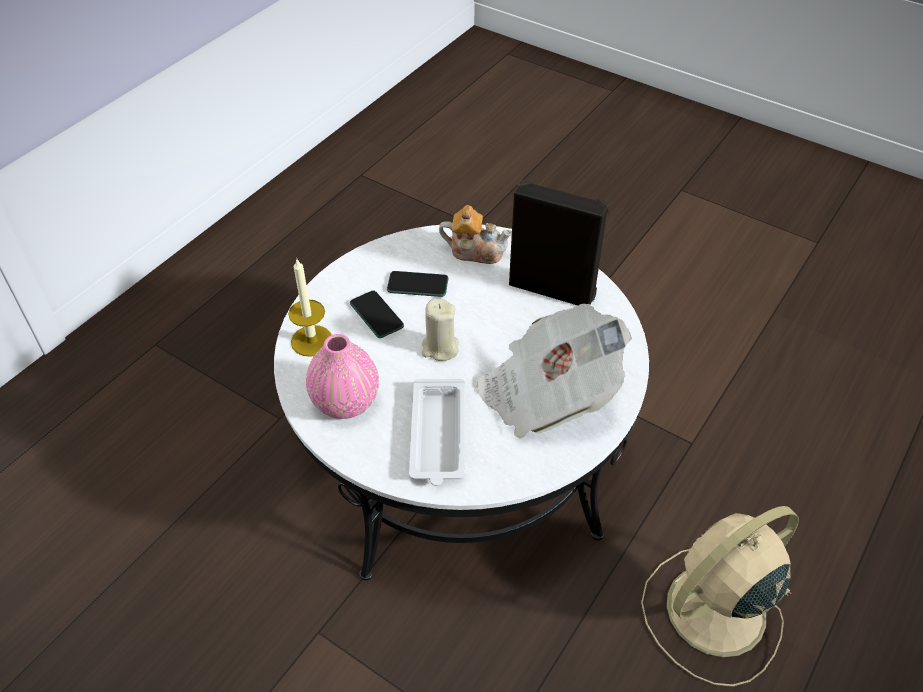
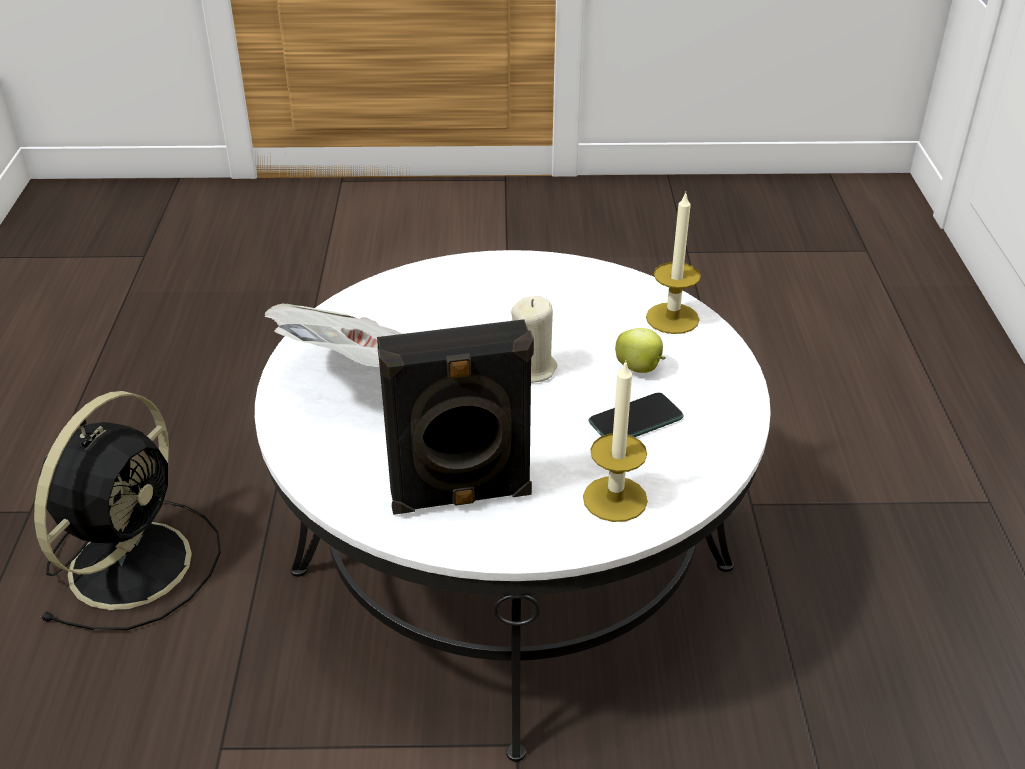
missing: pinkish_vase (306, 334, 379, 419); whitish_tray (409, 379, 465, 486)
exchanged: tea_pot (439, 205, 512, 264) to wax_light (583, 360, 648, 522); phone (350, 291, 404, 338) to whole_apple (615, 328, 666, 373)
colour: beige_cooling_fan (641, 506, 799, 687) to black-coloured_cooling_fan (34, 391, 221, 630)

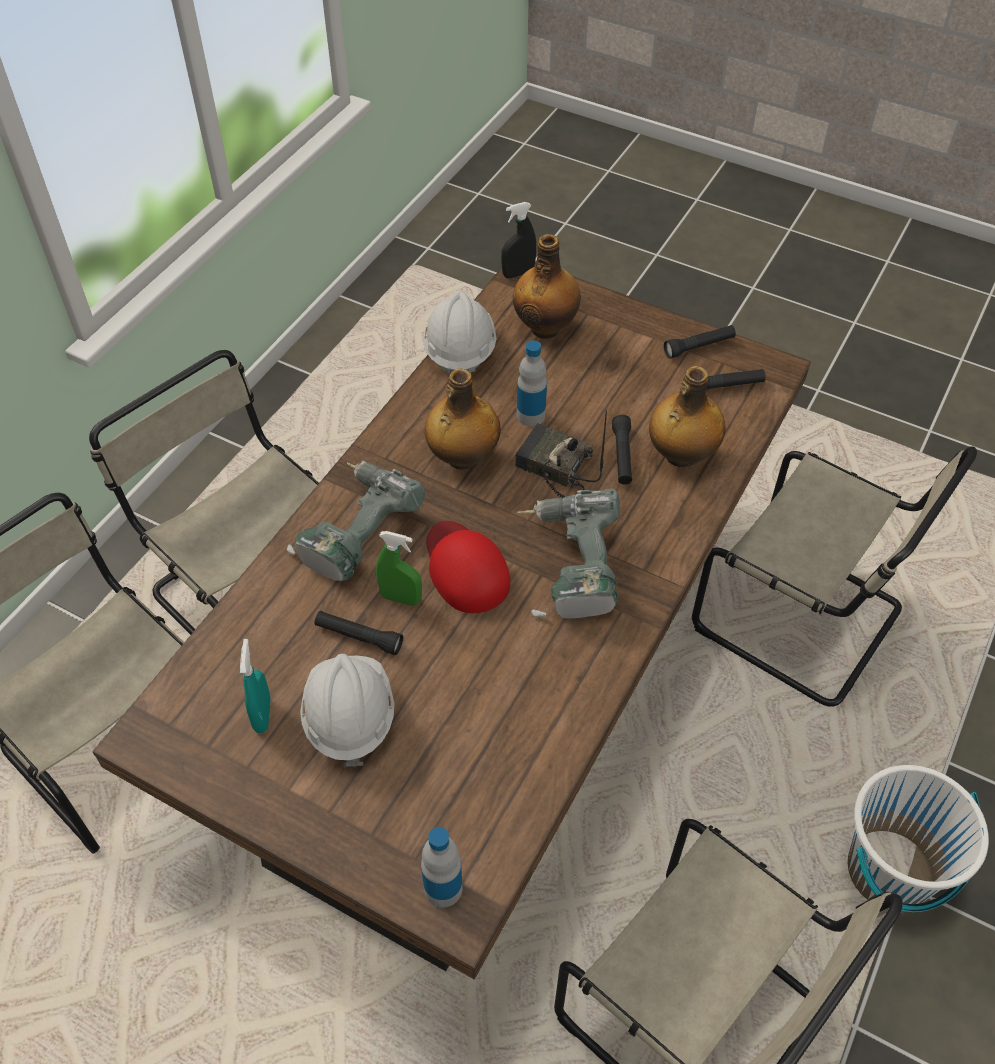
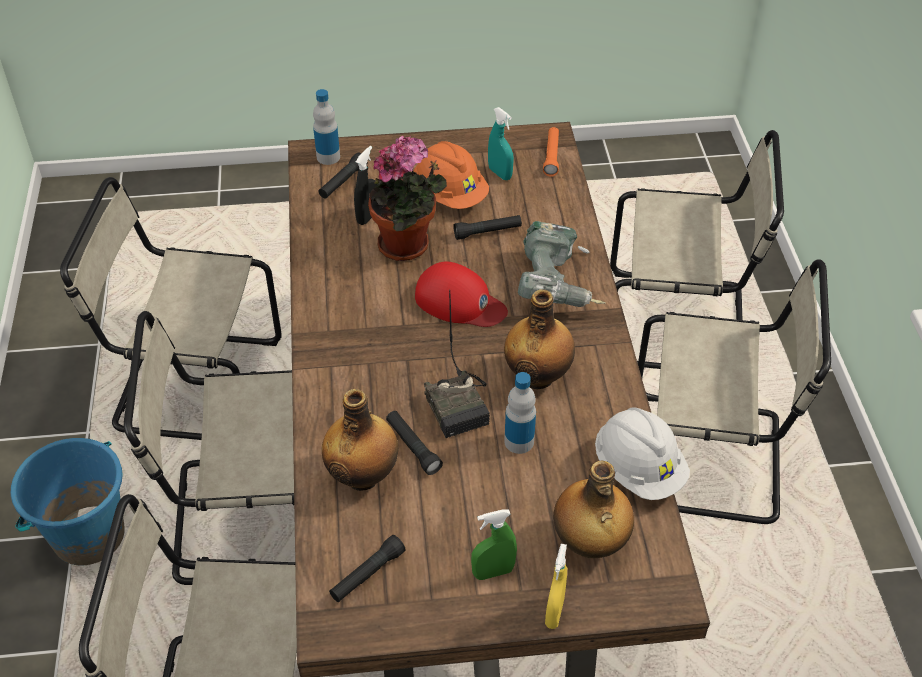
missing: electric_drill (517, 489, 620, 618)
appeared: beige_chair (124, 311, 294, 585); houseplant (368, 135, 447, 261); orangey_flashlight (543, 127, 559, 177); yellowish_spray_bottle (545, 544, 567, 629)
relocated: black-coloured_flashlight (664, 325, 736, 359) to (318, 153, 367, 198); black-coloured_spray_bottle (501, 202, 536, 278) to (354, 146, 377, 225); greenish_spray_bottle (376, 531, 422, 606) to (471, 509, 517, 580)
colour: whitish_pail (848, 765, 989, 912) to blue_pail (11, 438, 125, 566); whitish_safety_helmet (300, 654, 395, 767) to orangey_safety_helmet (413, 141, 489, 209)
spun: radio_receiver (515, 410, 607, 498) = (424, 290, 490, 438) 75 degrees clockwise

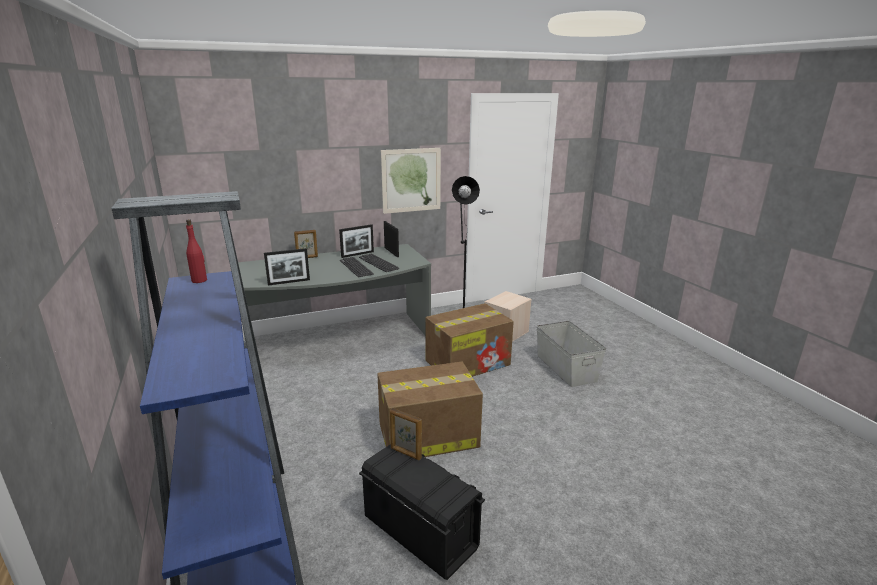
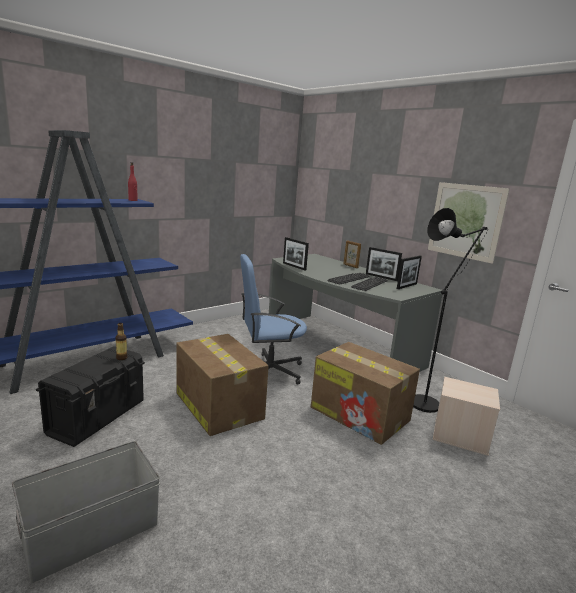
appeared: blue_computer_chair (240, 254, 307, 385)
relocated: gray_storage_box (536, 321, 606, 387) to (12, 441, 160, 583)
exchanged: photo_frame (390, 408, 422, 460) to drink_bottle (115, 323, 128, 360)

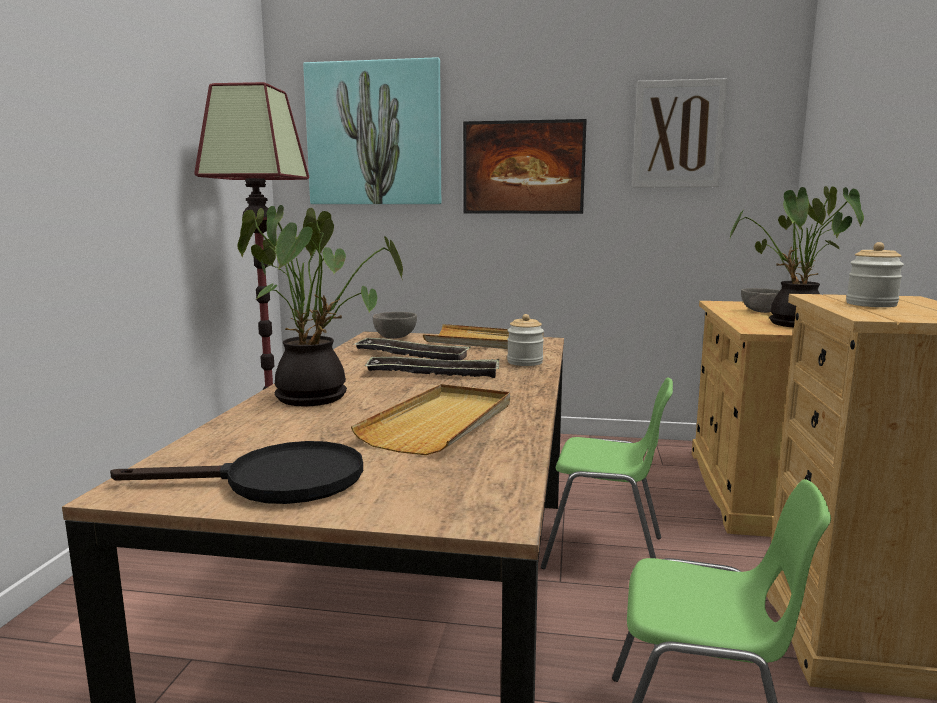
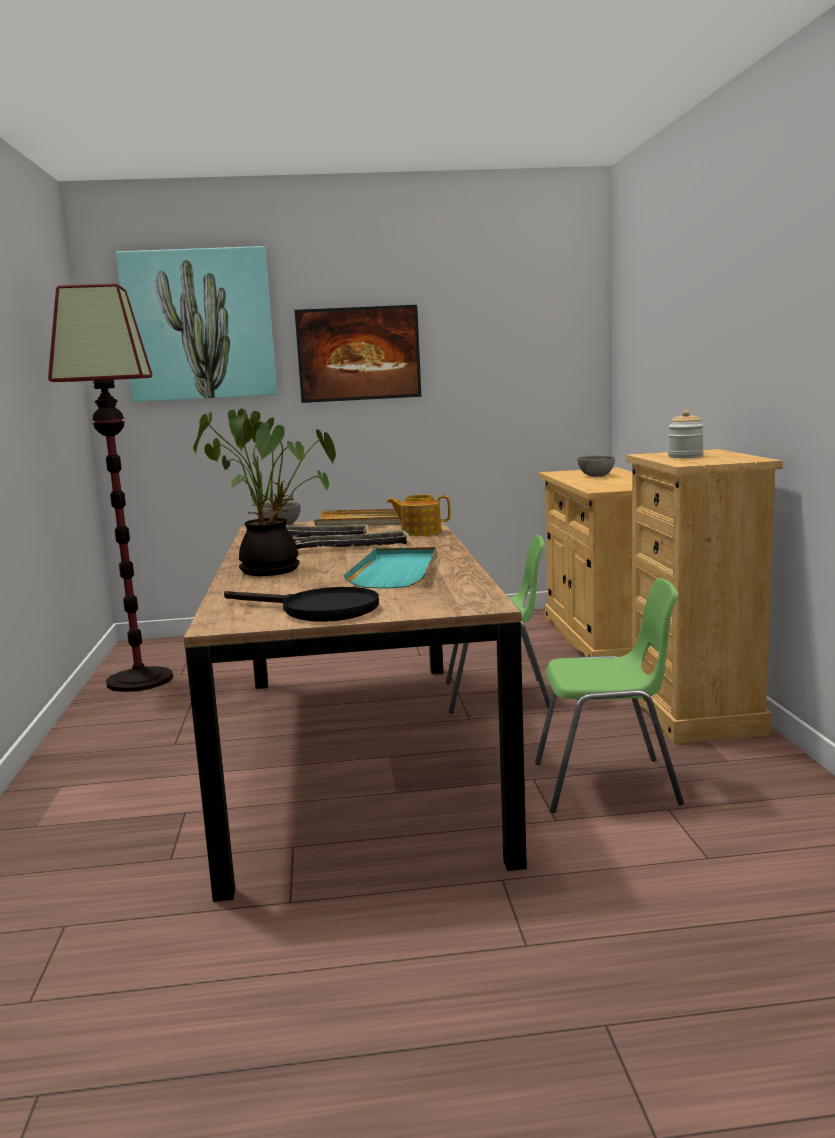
missing: picture (632, 78, 728, 187); houseplant (728, 186, 864, 328)
exchanged: jar (507, 314, 544, 366) to tea_pot (387, 495, 451, 536)
colour: beige_tray (351, 384, 510, 455) to turquoise_tray (344, 547, 437, 589)
spun: black-coloured_skillet (110, 441, 363, 504) = (224, 587, 379, 622) 45 degrees clockwise

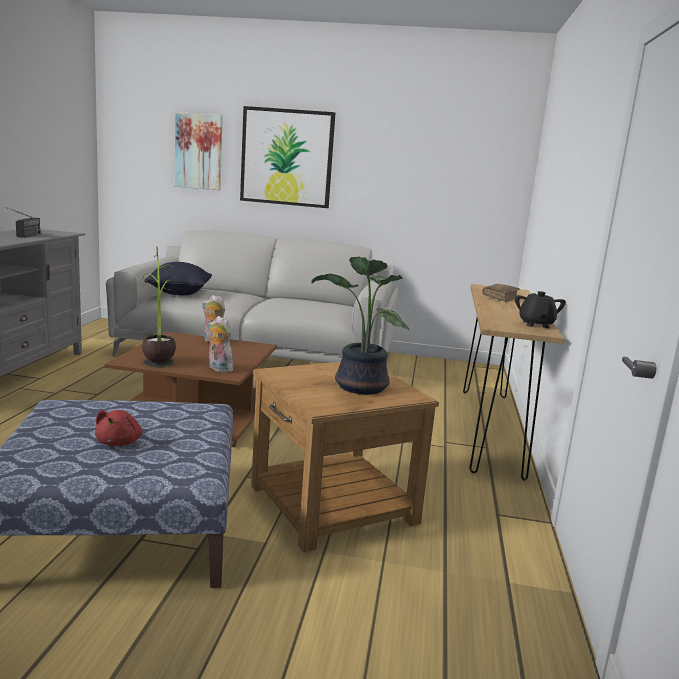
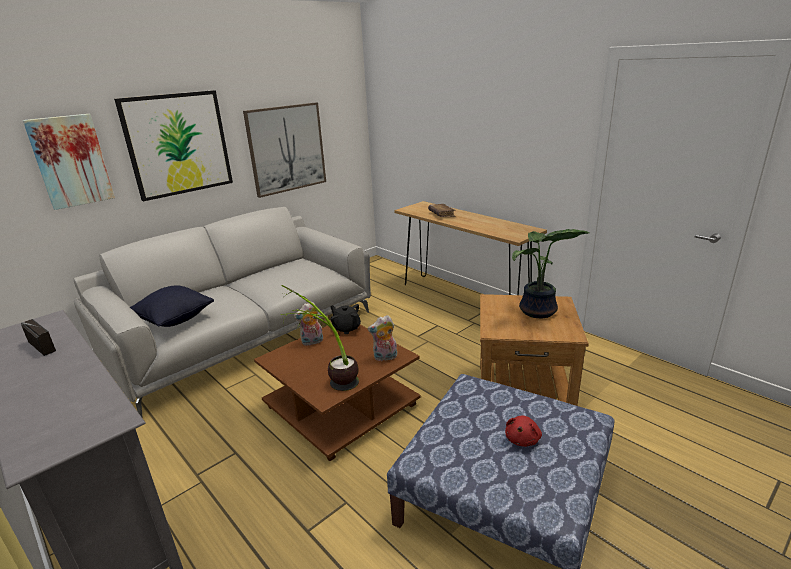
appeared: picture (243, 102, 326, 198)
relocated: black-coloured_tea_pot (515, 291, 566, 328) to (330, 304, 361, 334)
spun: reddish_plush_toy (95, 410, 142, 446) = (505, 416, 542, 447) 75 degrees clockwise

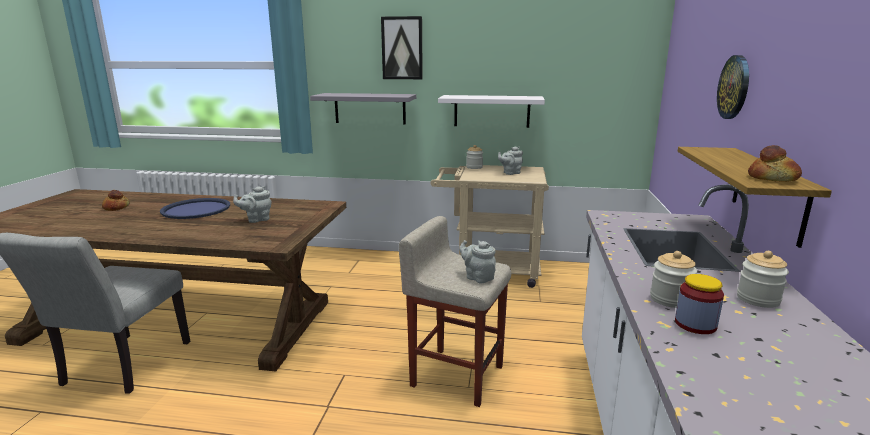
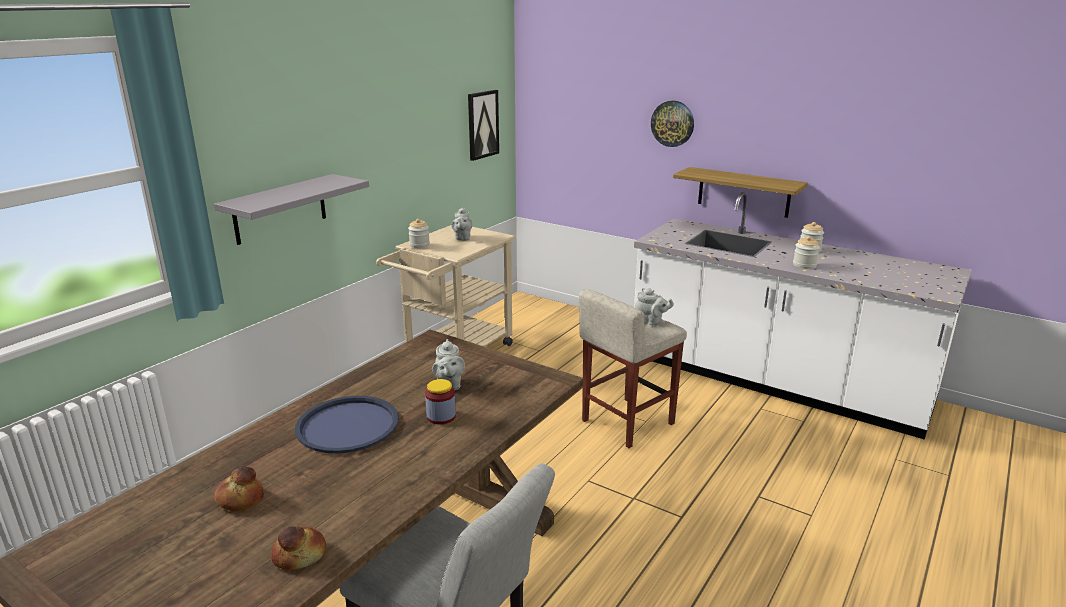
missing: whitish_shelf (438, 95, 545, 128)
relocated: bakery_bread (748, 145, 802, 182) to (271, 526, 326, 570); jar (675, 274, 724, 334) to (425, 379, 456, 424); picture (381, 16, 423, 79) to (468, 90, 499, 161)
spun: gray_tea_pot (459, 240, 496, 283) = (635, 288, 674, 326) 135 degrees counterclockwise

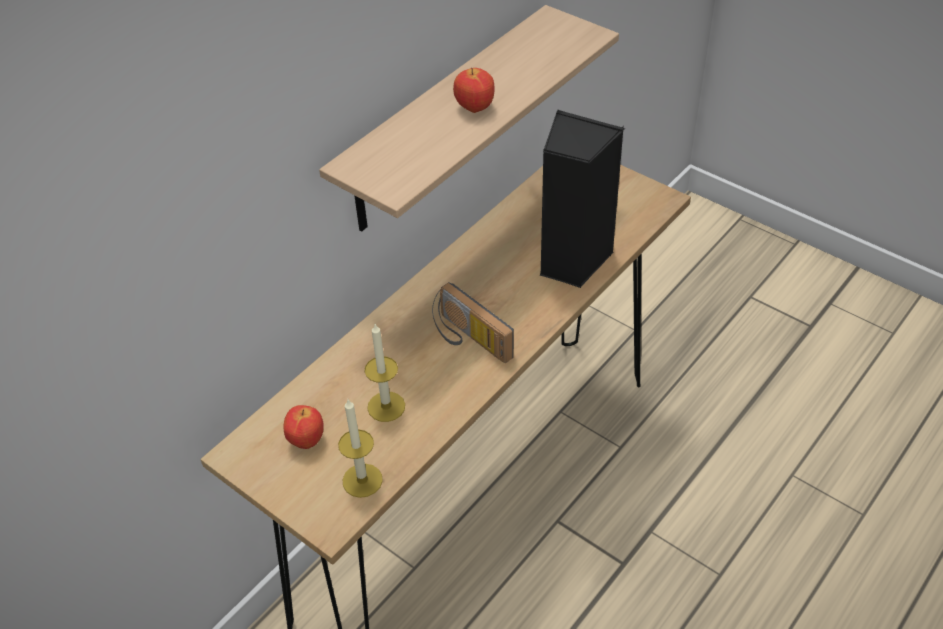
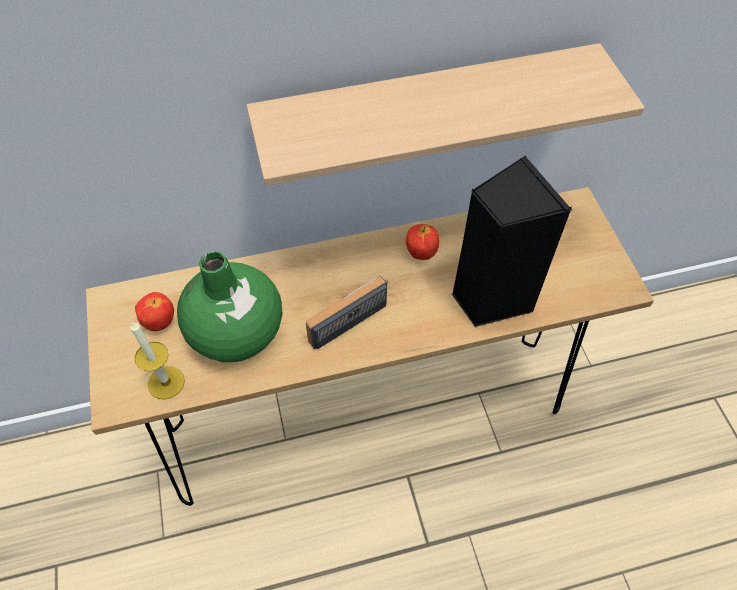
relocated: whole_apple (453, 68, 494, 113) to (406, 224, 439, 260)
exchanged: wax_light (364, 324, 405, 422) to greenish_vase (177, 251, 282, 362)
spun: radio_receiver (432, 282, 514, 363) = (306, 276, 388, 349) 60 degrees clockwise

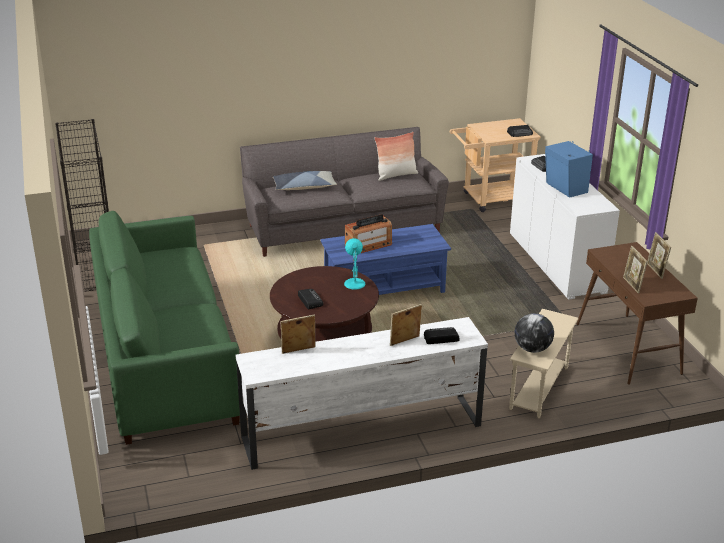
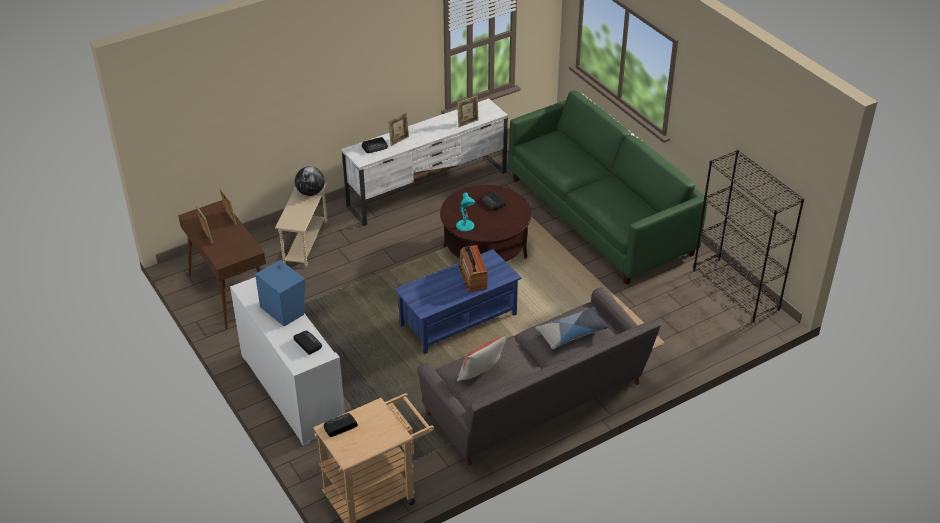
spun: radio_receiver (345, 214, 392, 253) = (459, 245, 487, 292) 60 degrees counterclockwise

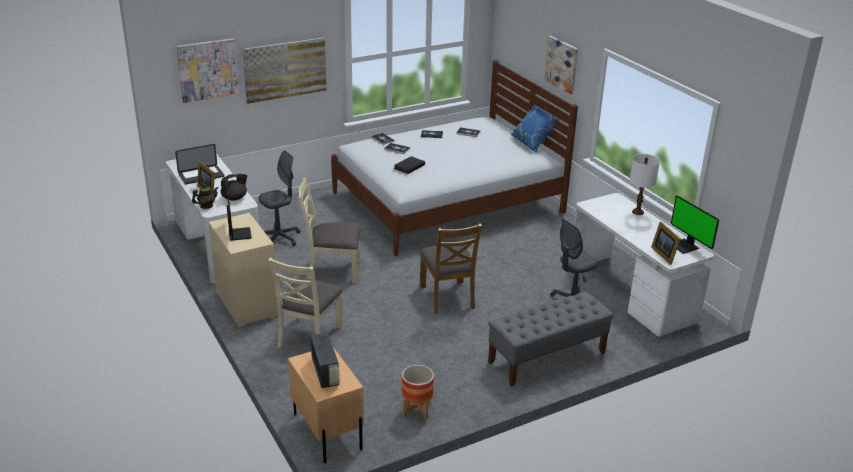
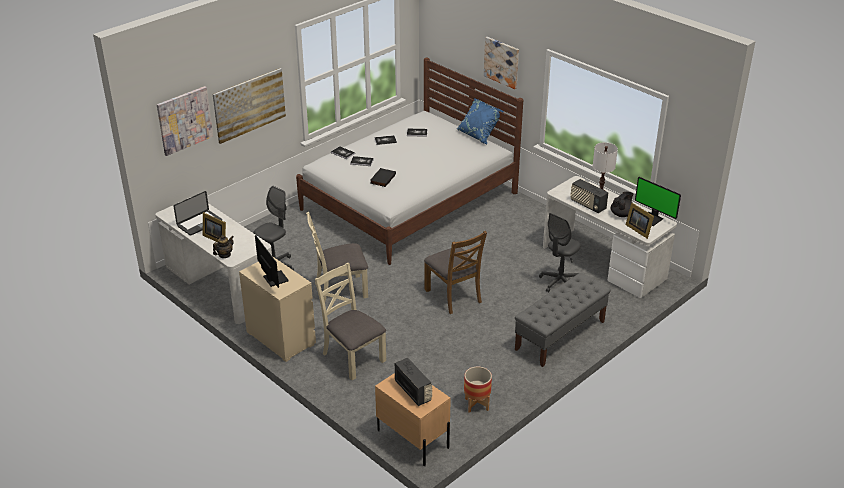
appeared: radio_receiver (570, 179, 608, 213)
relocated: black-coloured_tea_pot (221, 174, 247, 201) to (611, 192, 633, 217)
spun: beige_chair (268, 258, 343, 348) = (315, 263, 386, 380) 135 degrees clockwise

